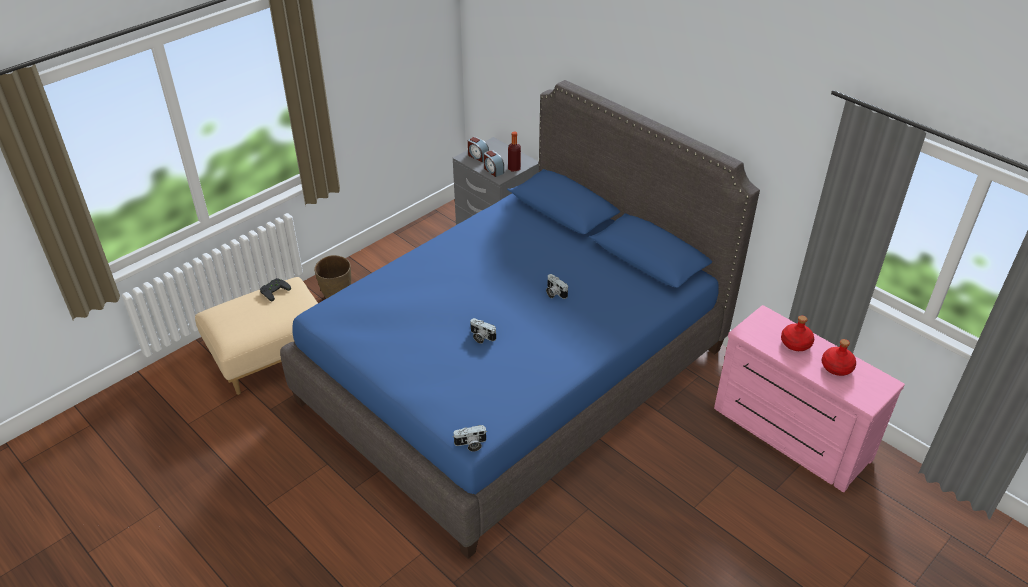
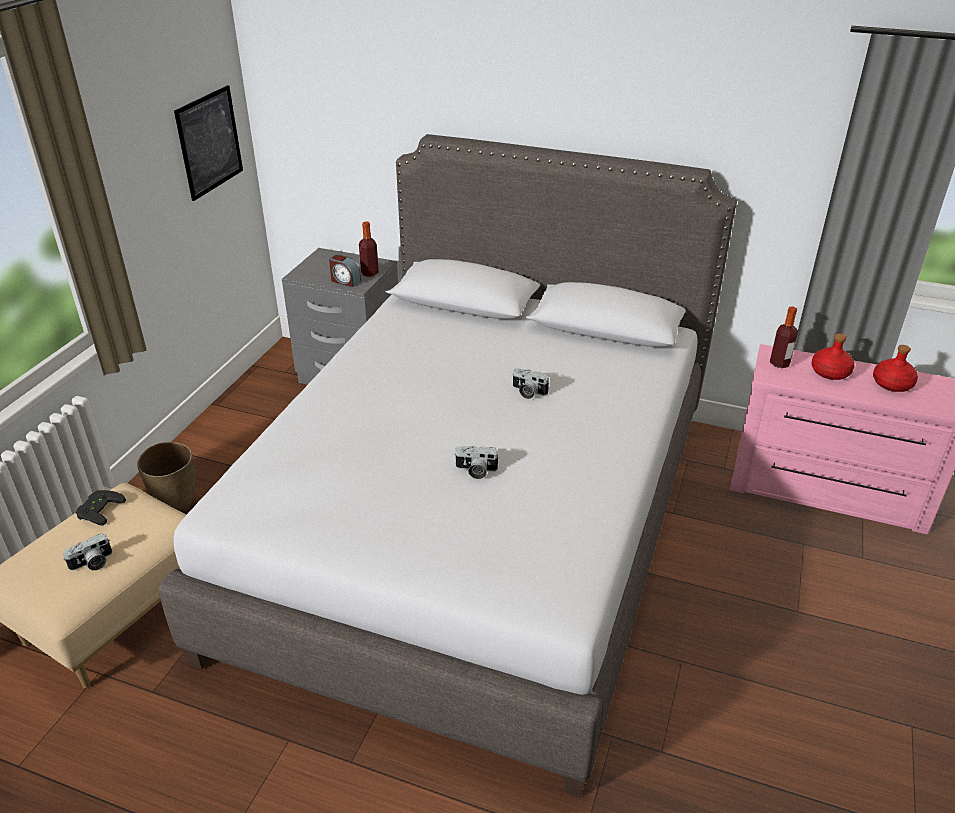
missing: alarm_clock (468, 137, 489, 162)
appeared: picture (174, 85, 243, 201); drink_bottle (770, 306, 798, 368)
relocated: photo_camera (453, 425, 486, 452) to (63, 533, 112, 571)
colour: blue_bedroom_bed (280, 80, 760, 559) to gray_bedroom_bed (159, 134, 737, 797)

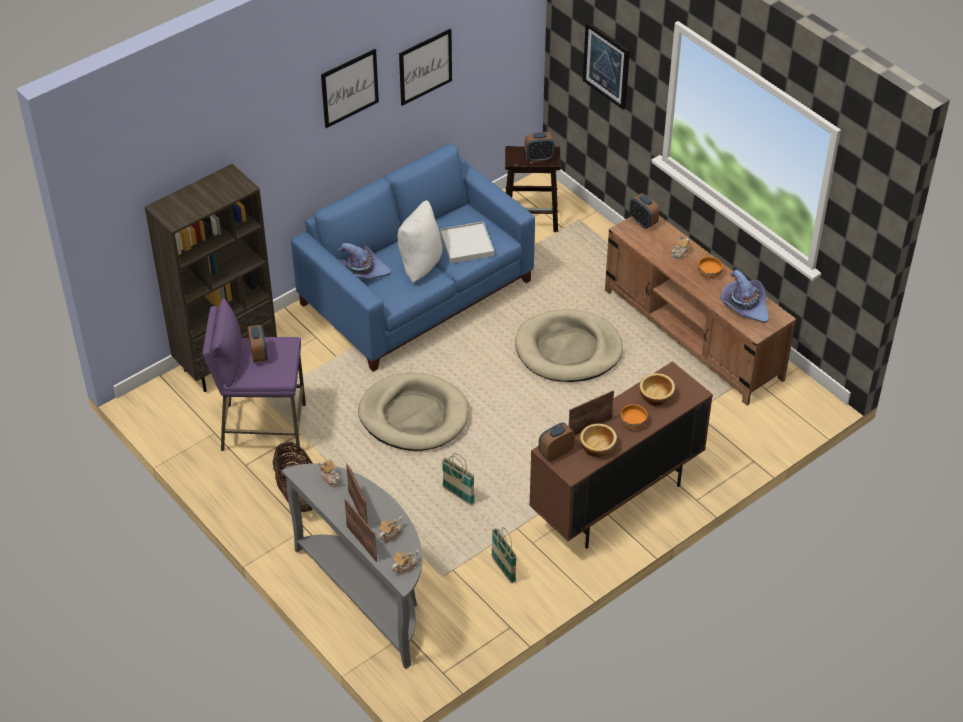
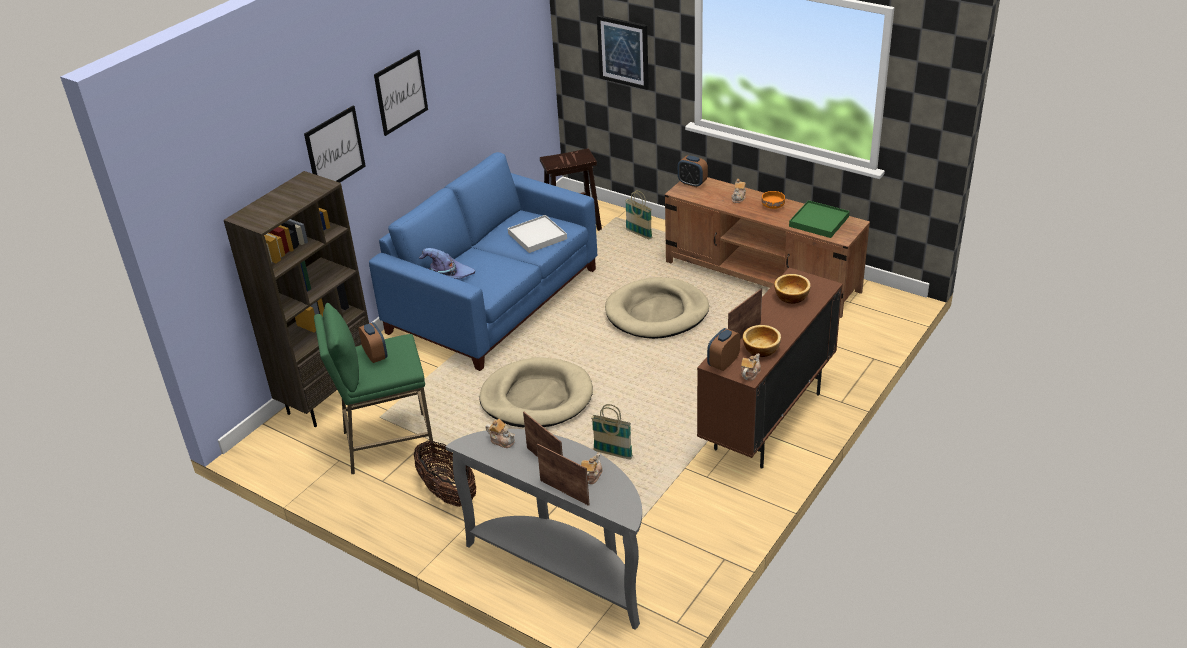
missing: whitish_pillow (398, 200, 443, 283); alarm_clock (525, 132, 555, 162); orangey_deep_dish (620, 404, 647, 429)
relocated: picture (399, 29, 452, 106) to (304, 106, 366, 182); household_basket (491, 527, 517, 584) to (625, 190, 652, 240); tea_pot (392, 549, 418, 575) to (741, 353, 761, 381)
exchanged: purplish_clothing_hat (721, 270, 769, 323) to greenish_tray (789, 200, 850, 238)
colour: purplish_sitting_stool (202, 299, 306, 452) to greenish_sitting_stool (314, 303, 436, 475)

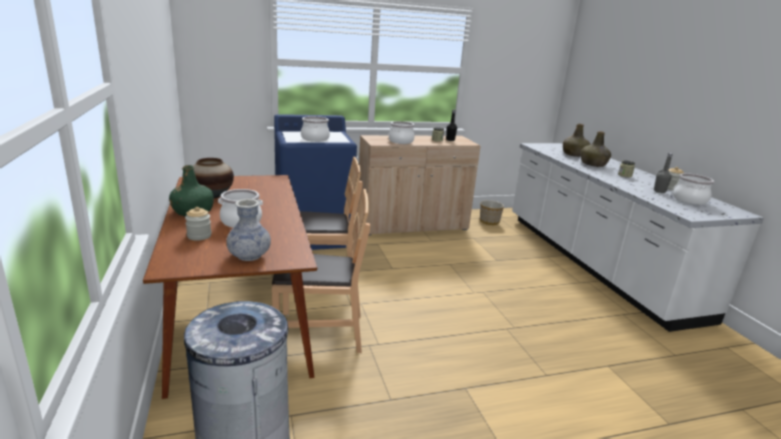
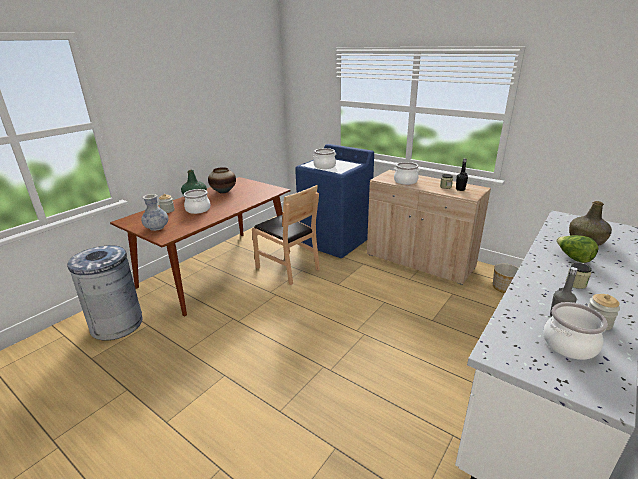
missing: brown-coloured_chair (272, 189, 370, 353)
exchanged: greenish_drink_bottle (581, 131, 611, 167) to lettuce_head (556, 235, 598, 263)

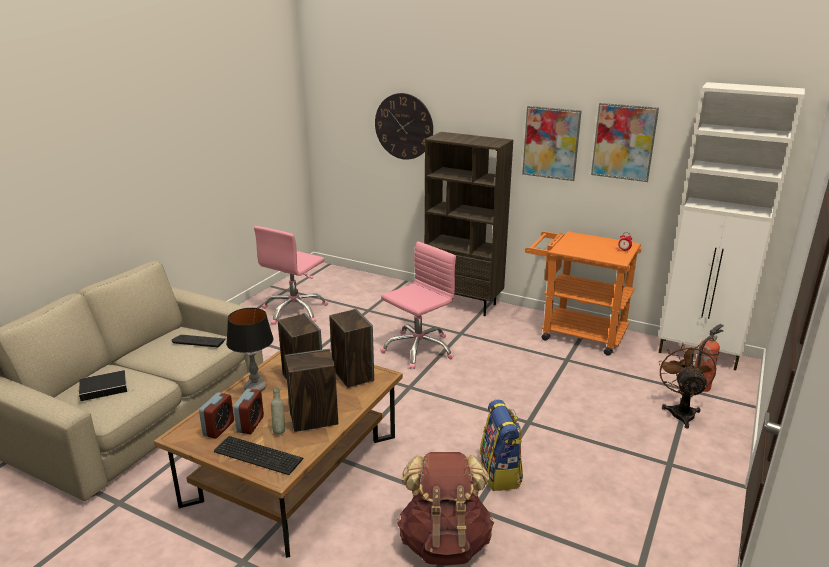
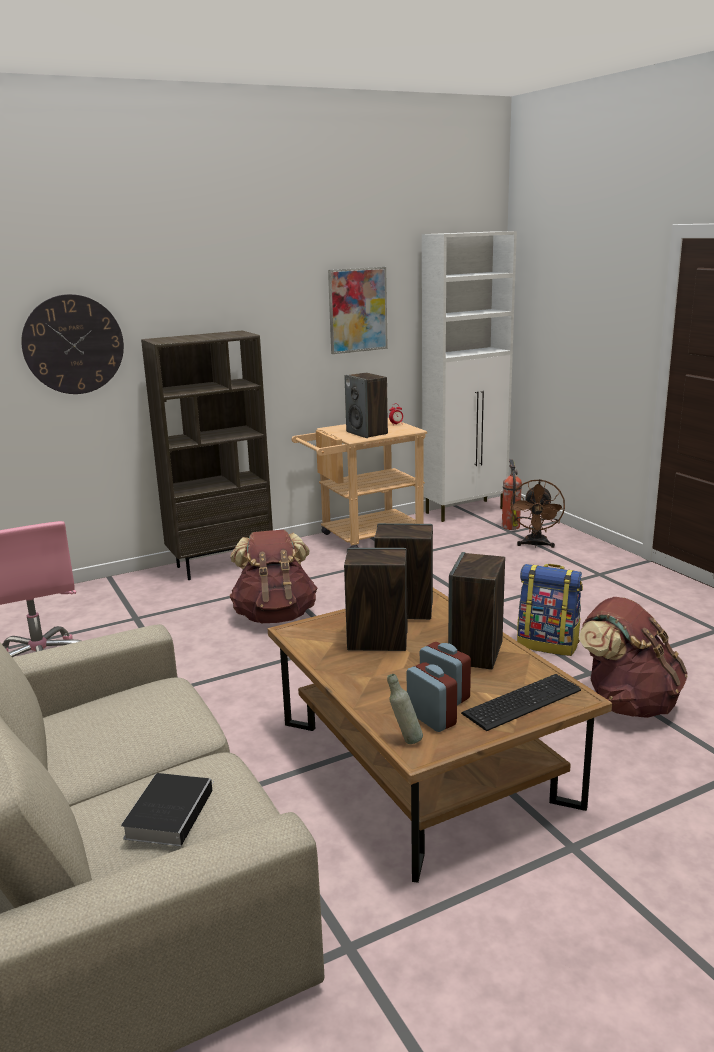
missing: computer_keyboard (171, 335, 226, 347); tabletop_lamp (226, 308, 273, 391); picture (522, 106, 582, 181)
appeared: audio_speaker (345, 373, 388, 438)
relocated: gray_drink_bottle (271, 387, 285, 434) to (387, 674, 423, 744)
exchanged: pinkish_computer_chair (380, 241, 456, 369) to brown-coloured_backpack (230, 530, 317, 623)
colour: orangey_trolley (525, 231, 641, 356) to beige_trolley (292, 418, 427, 548)
spun: brown-coloured_cooling_fan (659, 343, 716, 429) = (510, 479, 565, 548) 120 degrees counterclockwise

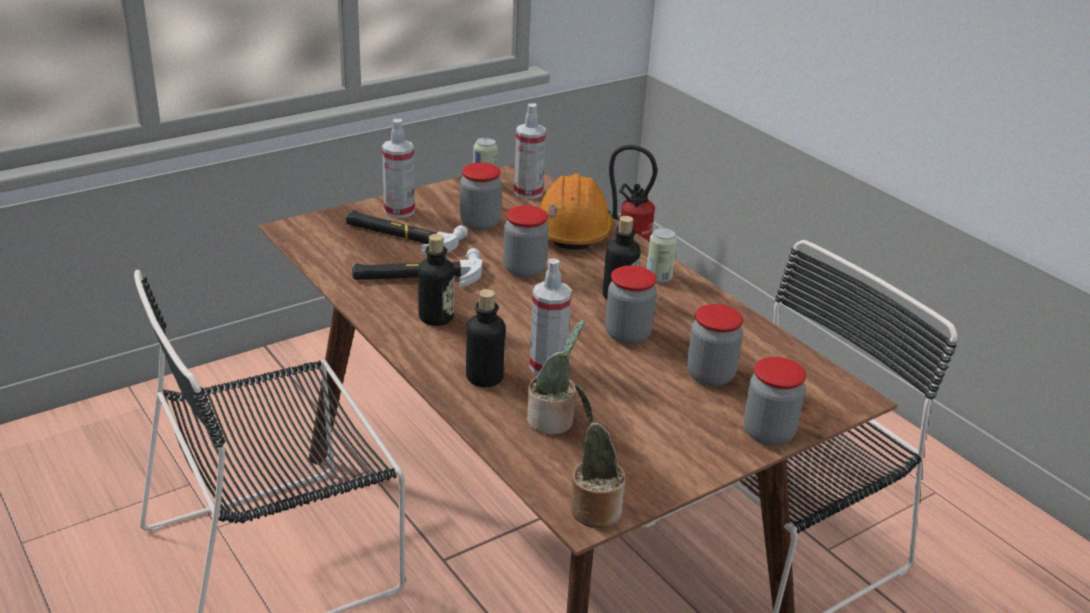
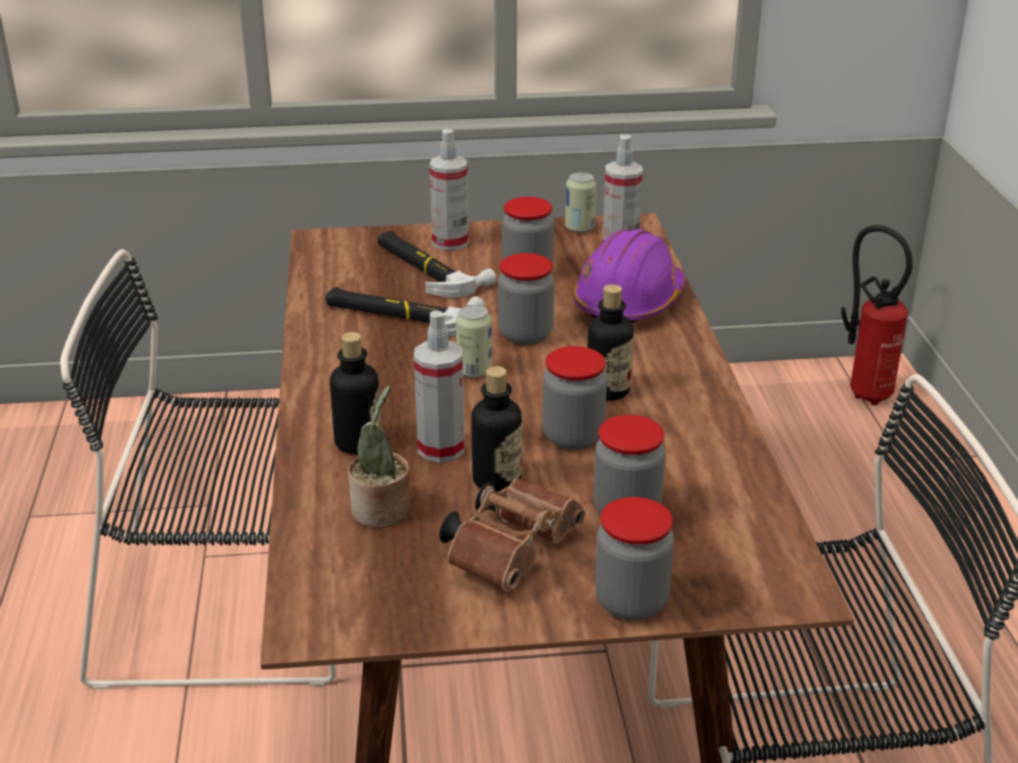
missing: houseplant (571, 384, 626, 528)
appeared: brown-coloured_binoculars (439, 478, 585, 592)
relocated: sealed_can (647, 228, 677, 283) to (456, 305, 492, 378); drink_bottle (418, 234, 454, 326) to (471, 366, 522, 492)
colour: orangey_safety_helmet (539, 173, 613, 250) to purplish_safety_helmet (573, 229, 686, 323)

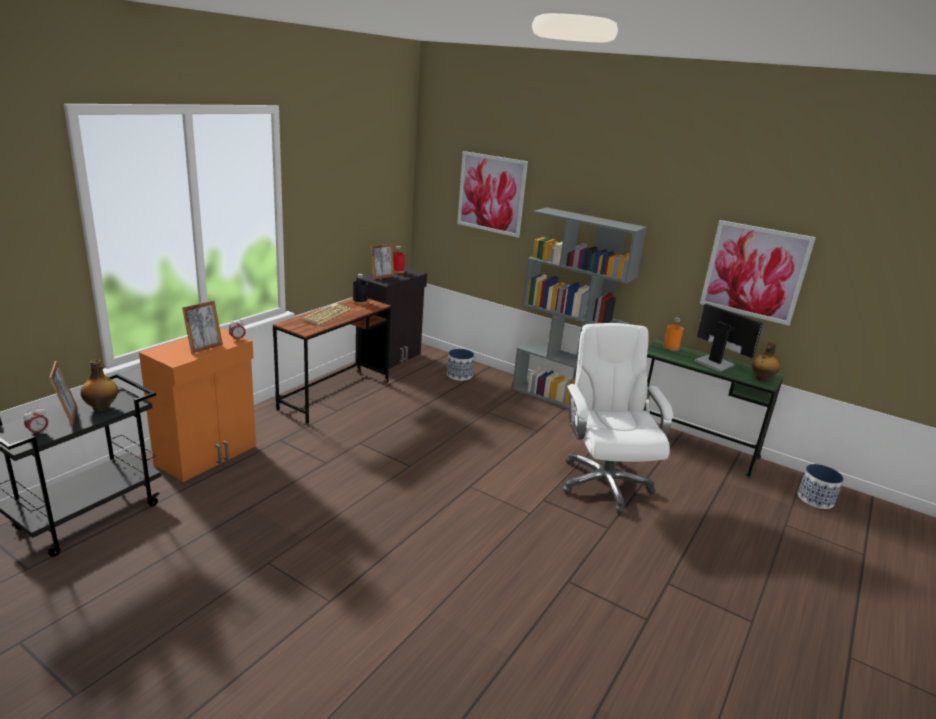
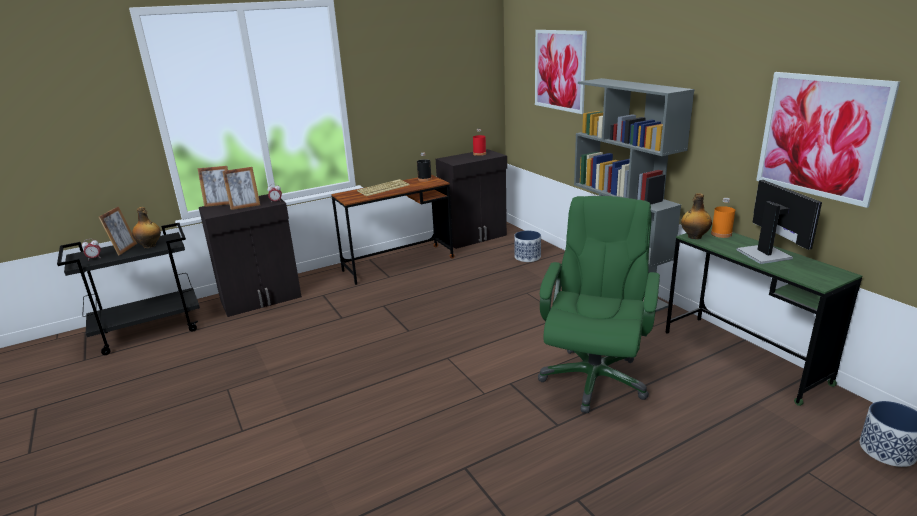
relocated: photo_frame (371, 244, 395, 279) to (197, 166, 229, 207); drink_bottle (752, 341, 780, 381) to (681, 193, 712, 239)
colour: orangey_cupboard (139, 328, 256, 482) to black-coloured_cupboard (199, 194, 302, 317); whitish_computer_chair (563, 323, 673, 513) to greenish_computer_chair (538, 196, 660, 413)

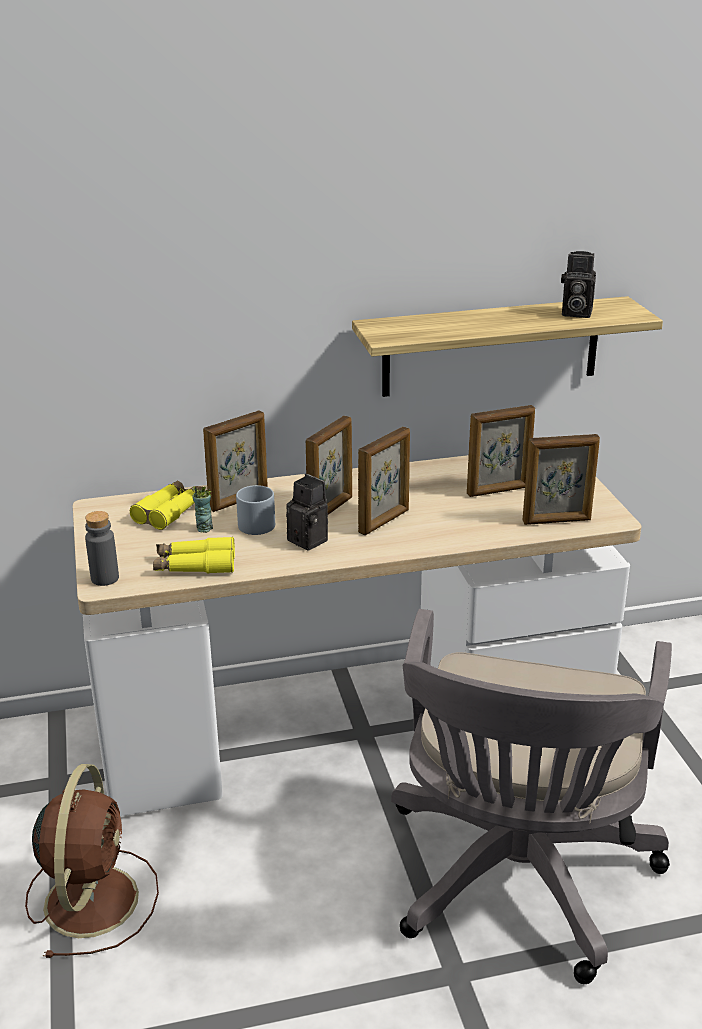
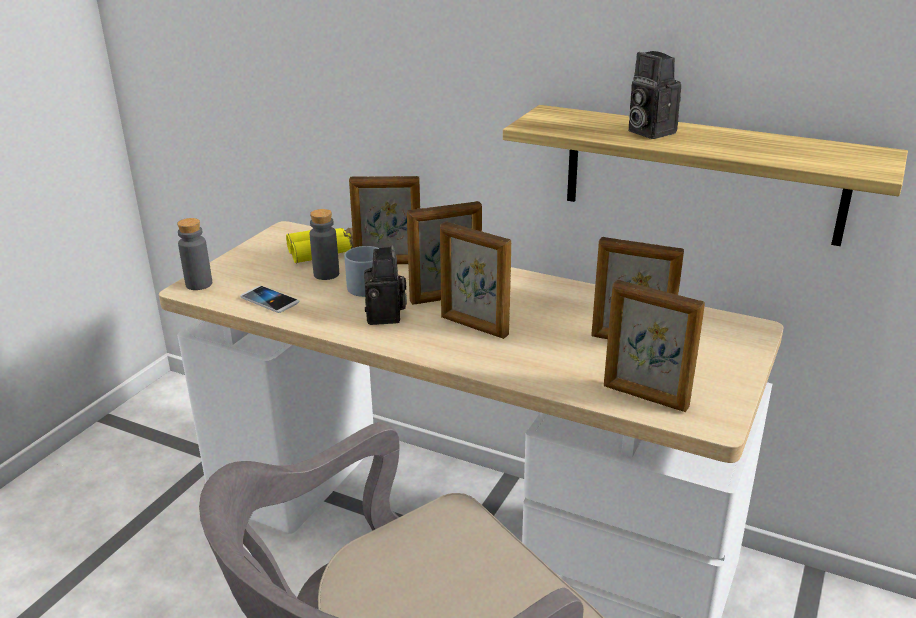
missing: brown-coloured_cooling_fan (25, 764, 159, 958)
relocated: photo_camera (561, 251, 596, 318) to (628, 51, 681, 139)
exchanged: yellowish_binoculars (153, 537, 235, 574) to phone (240, 286, 299, 313); small_cup (192, 486, 213, 533) to gray_drink_bottle (310, 209, 339, 280)
spun: photo_frame (358, 427, 410, 535) = (440, 222, 511, 339) 45 degrees clockwise

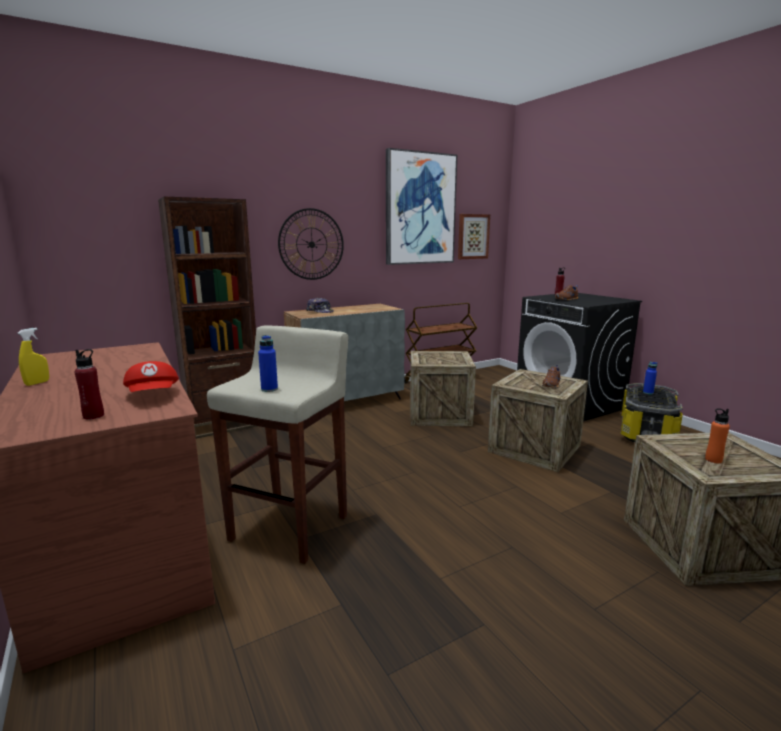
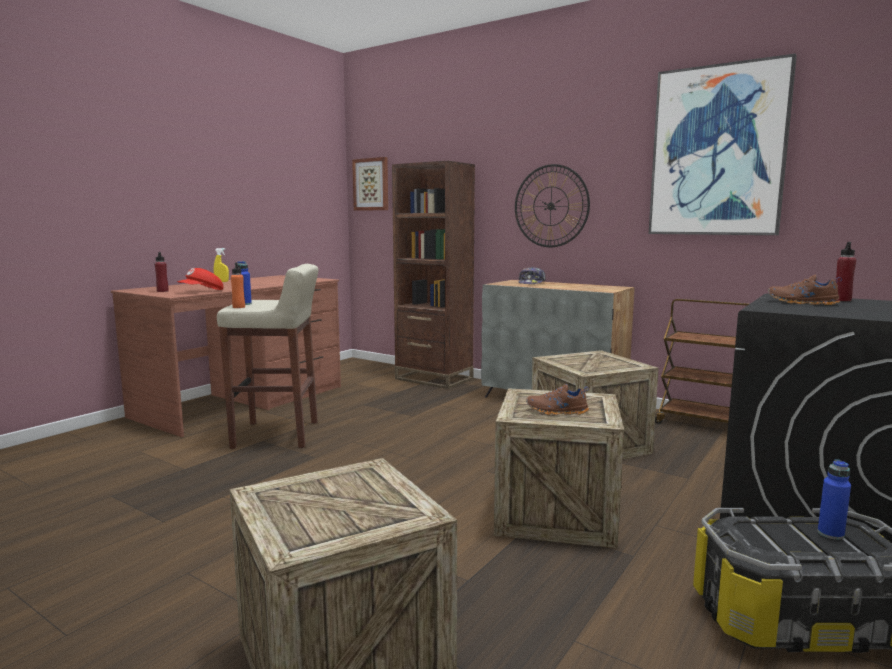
relocated: orangey_drink_bottle (705, 408, 730, 463) to (231, 263, 245, 308); picture (458, 214, 490, 259) to (352, 157, 388, 211)

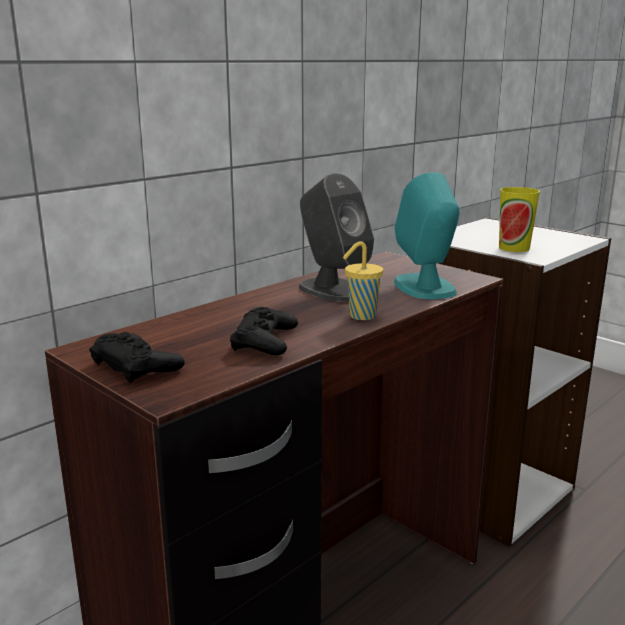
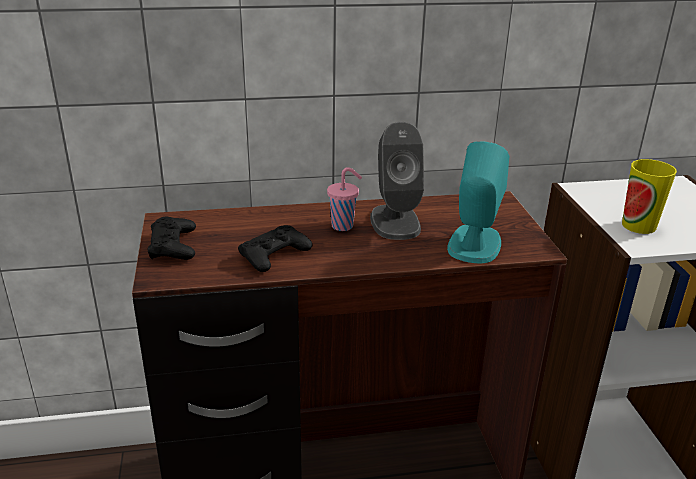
missing: yellowish_small_cup (343, 241, 383, 320)
appeared: pinkish_small_cup (327, 167, 362, 231)

